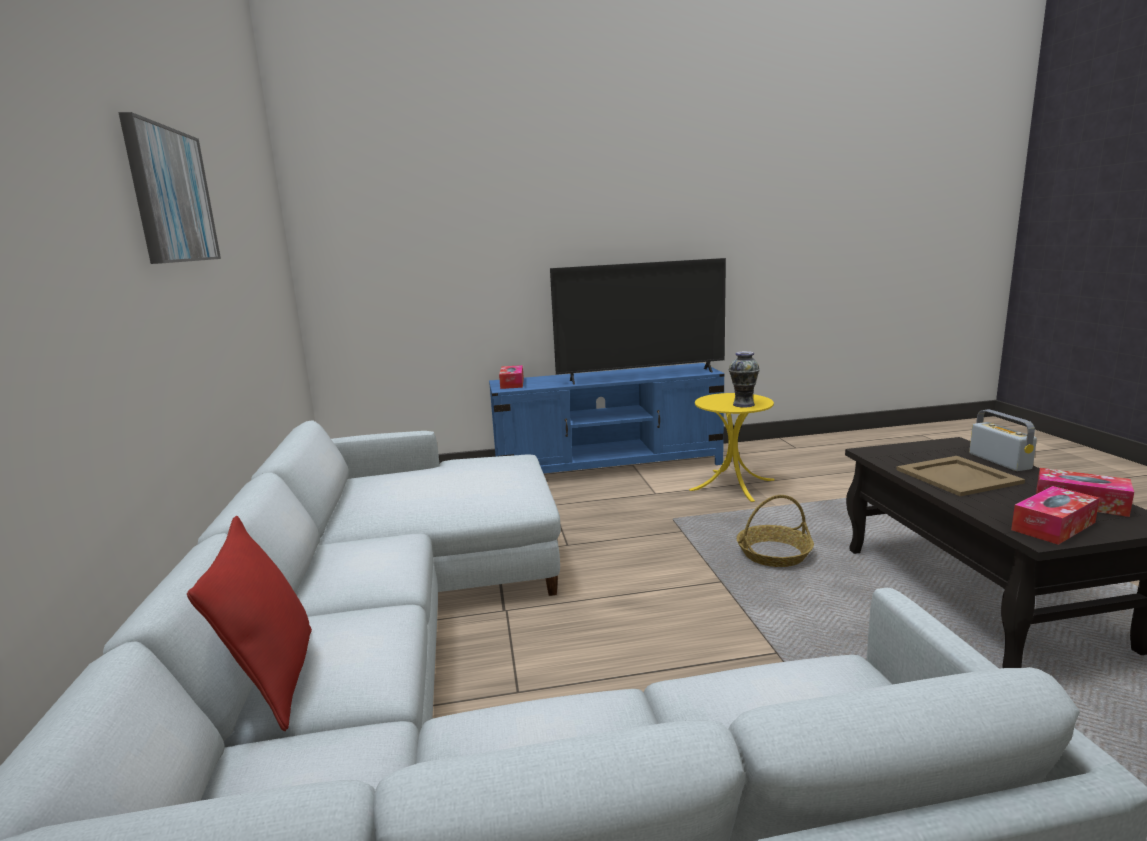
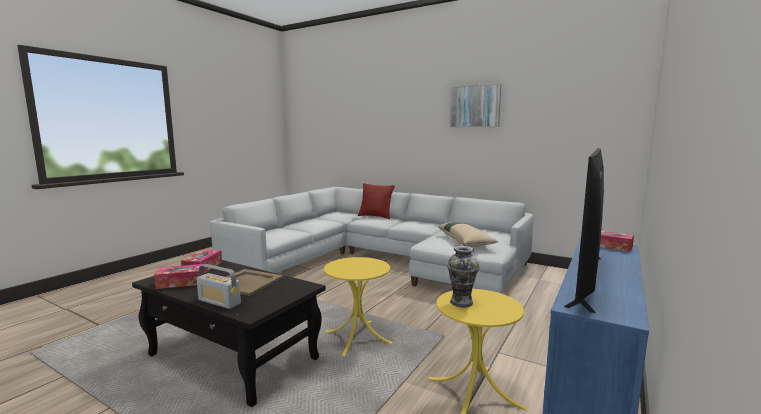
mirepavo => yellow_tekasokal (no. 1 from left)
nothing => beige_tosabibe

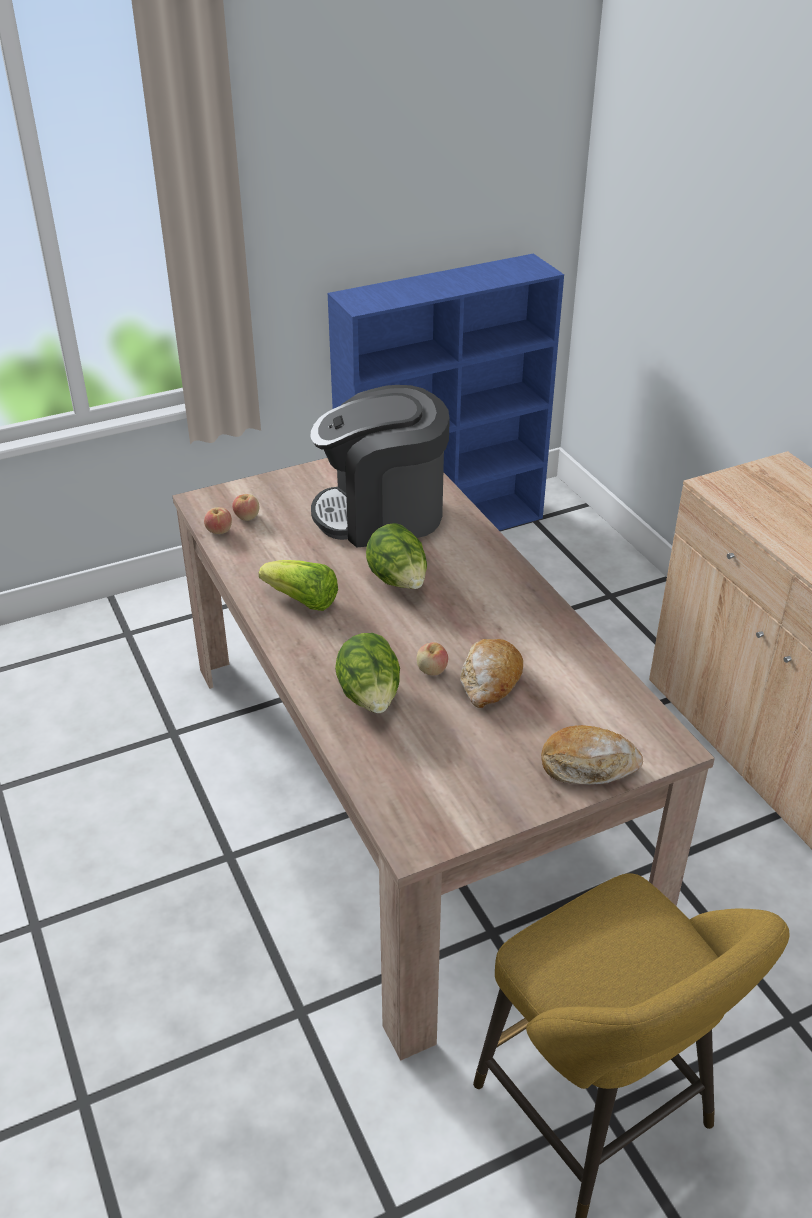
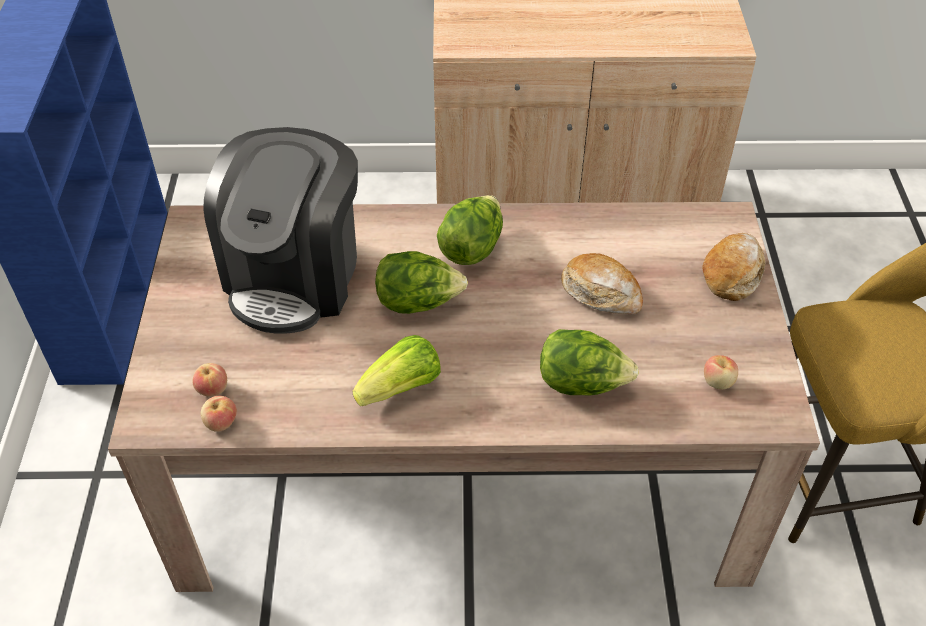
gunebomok (no. 3 from left), relocated
nothing => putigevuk (no. 3 from left)

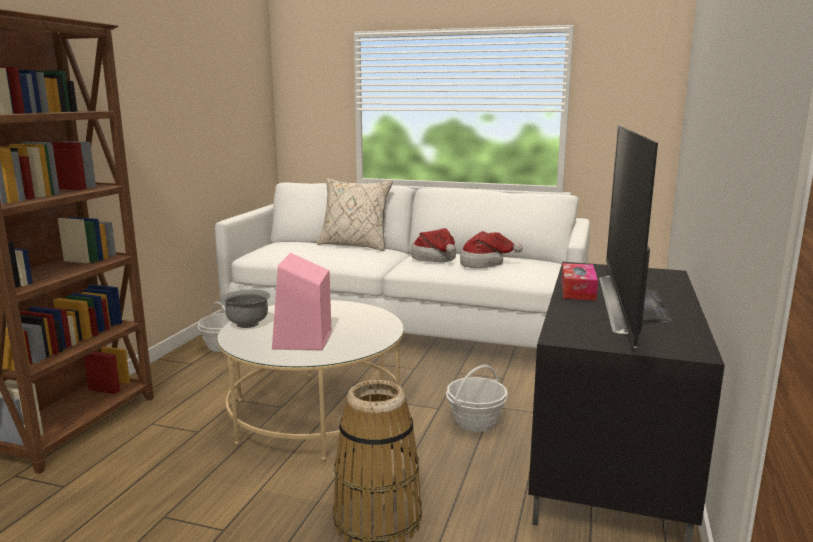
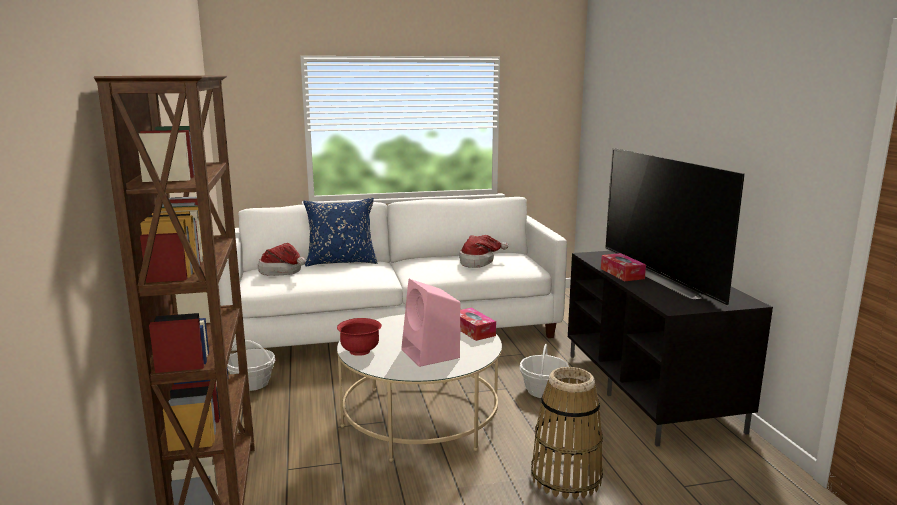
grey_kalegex => red_kalegex
beige_tosabibe => blue_tosabibe
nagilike (no. 1 from left), relocated
nothing => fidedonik (no. 1 from left)

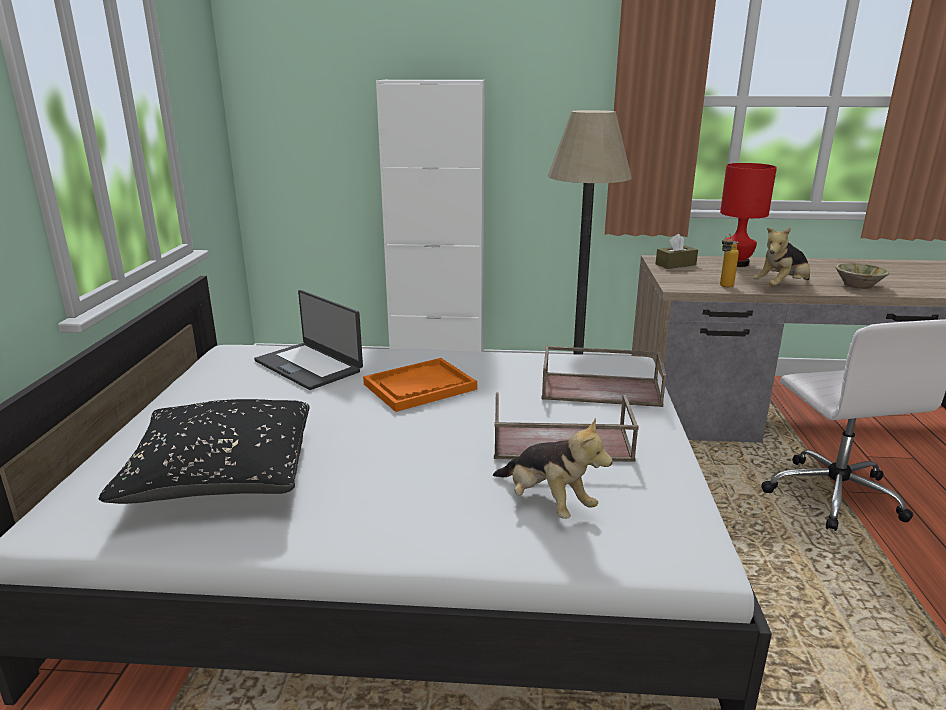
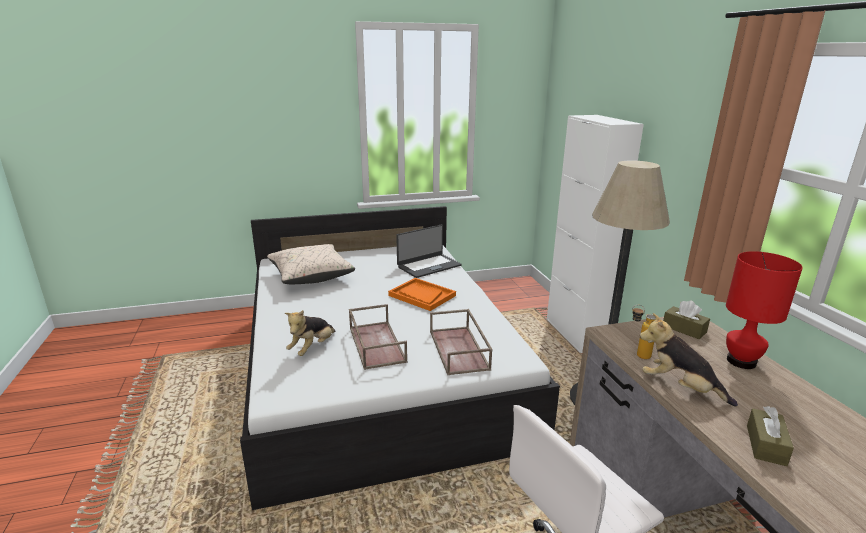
black_tosabibe => beige_tosabibe
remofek, 150 degrees counterclockwise
beige_kalegex => brown_fidedonik (no. 2 from left)

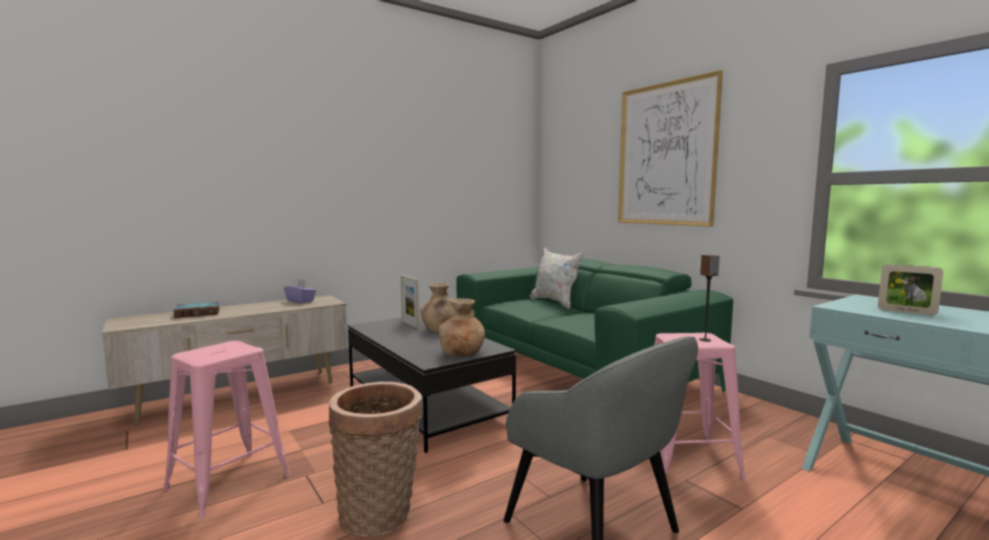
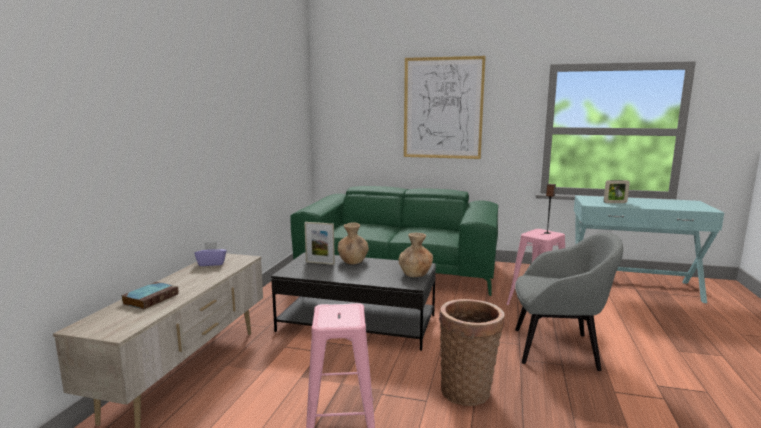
white_tosabibe => nothing

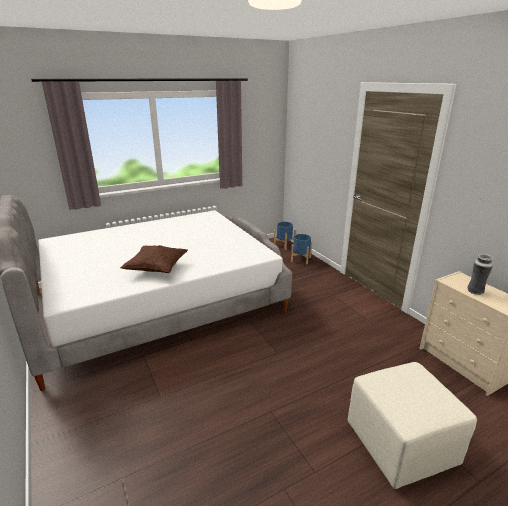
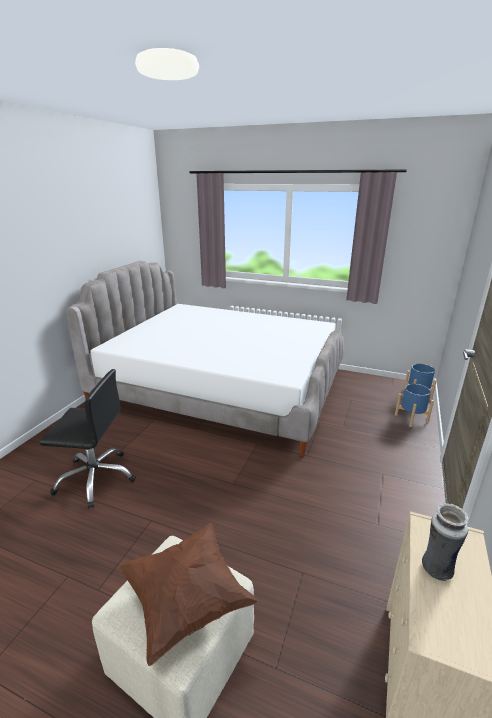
brown_tosabibe, relocated
nothing => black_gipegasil

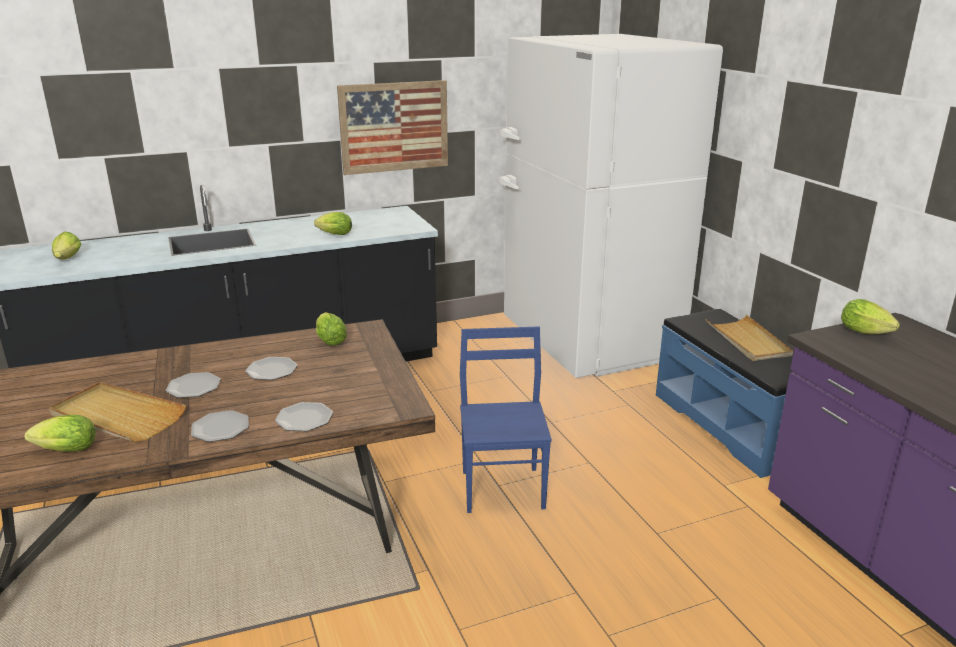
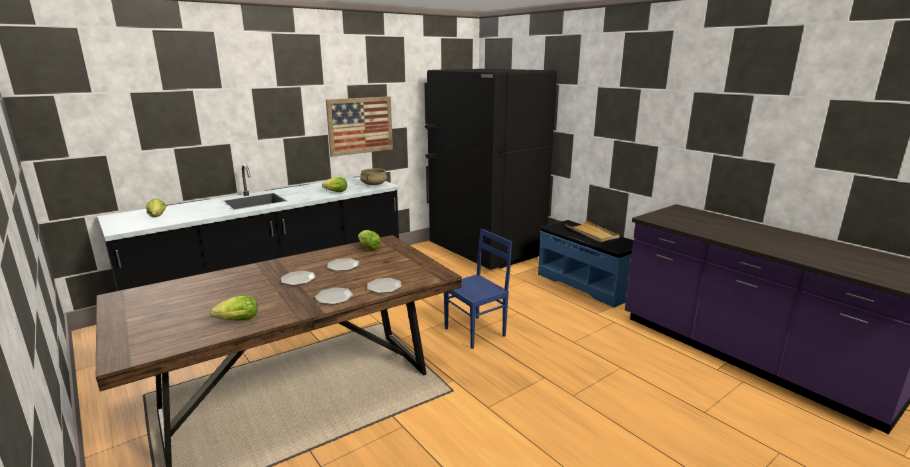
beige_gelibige (no. 1 from left) => nothing
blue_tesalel, 75 degrees clockwise
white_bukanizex => black_bukanizex
putigevuk (no. 5 from left) => nothing
nothing => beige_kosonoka

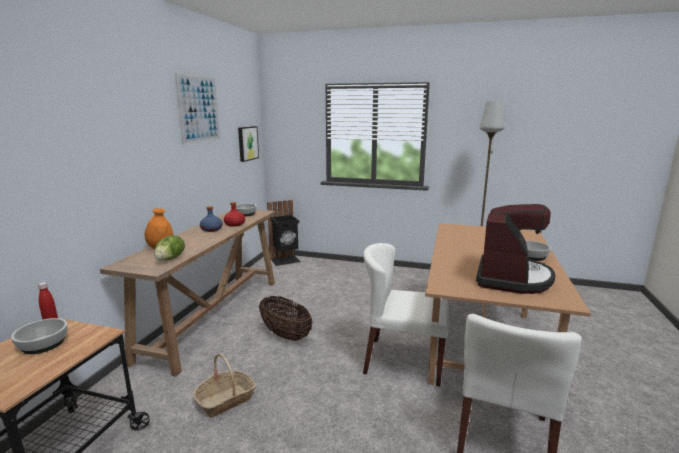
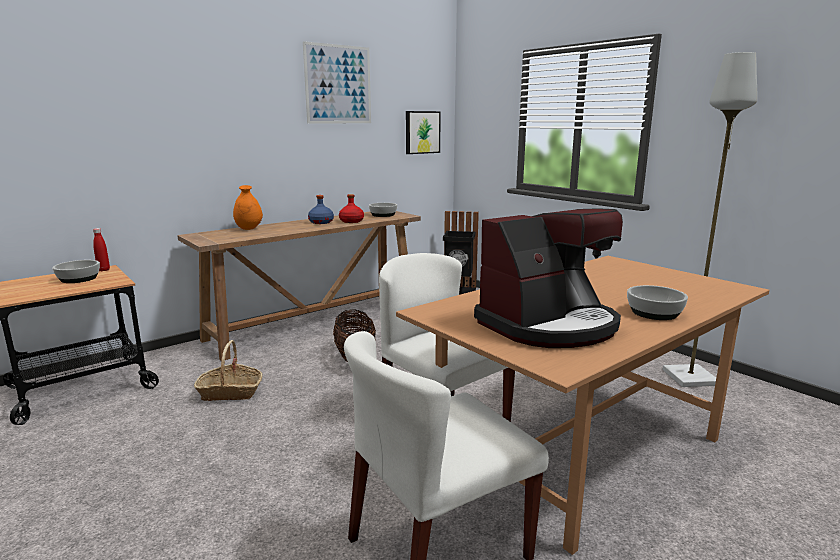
putigevuk => nothing

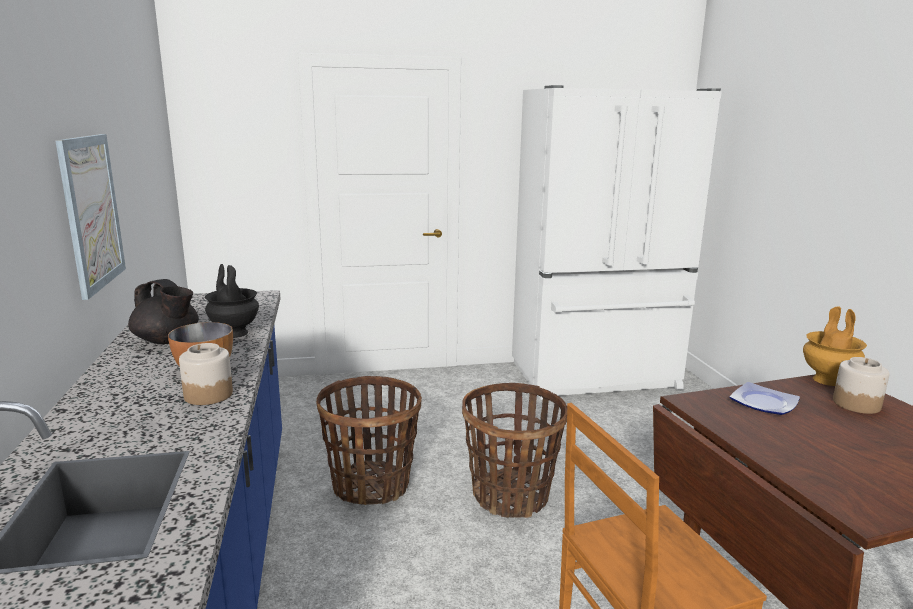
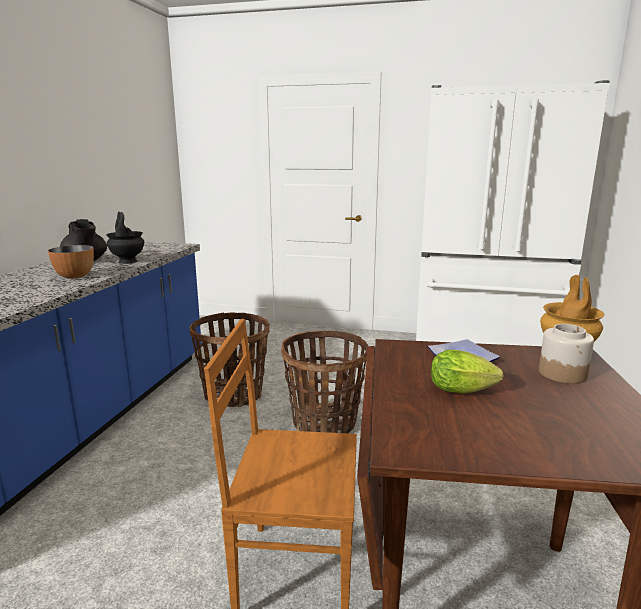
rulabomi => nothing
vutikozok (no. 1 from left) => nothing
nothing => putigevuk

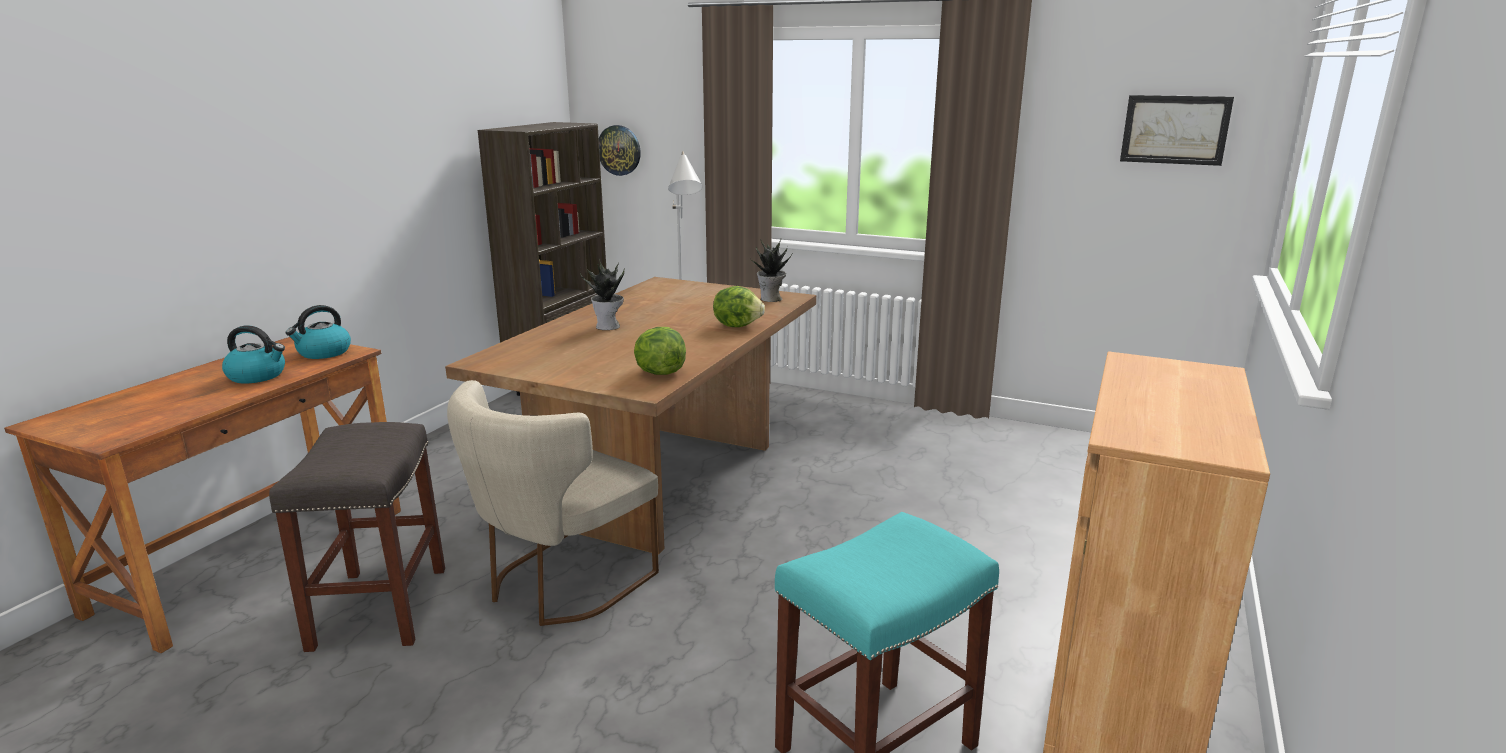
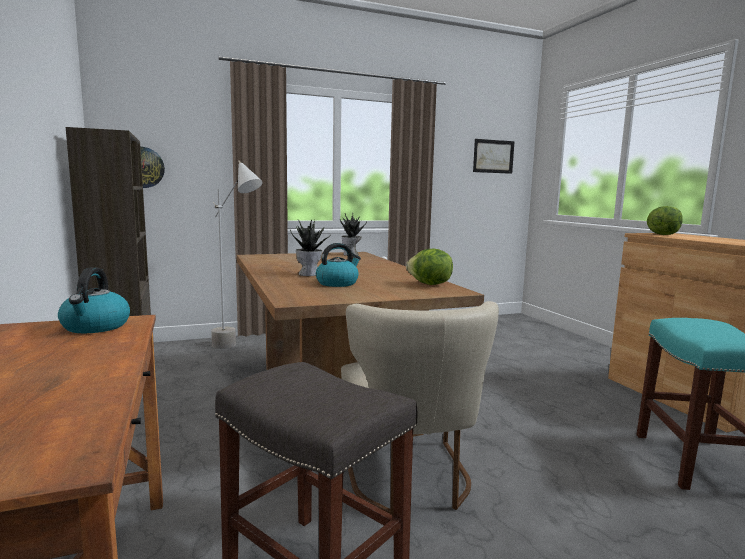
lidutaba (no. 1 from left in the first image) => lidutaba (no. 2 from left), relocated
putigevuk (no. 2 from left), relocated

